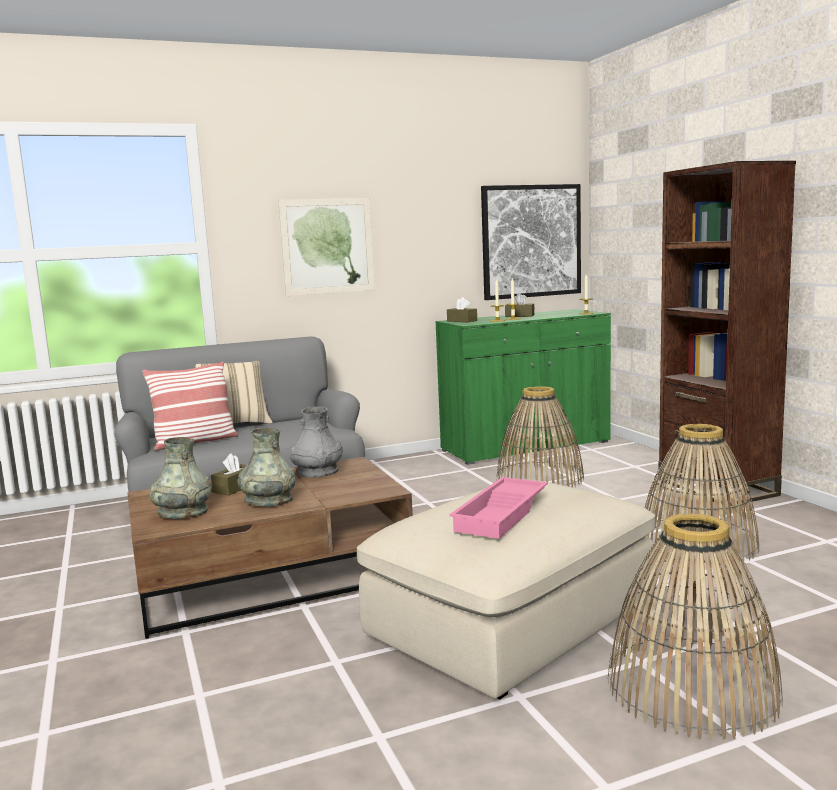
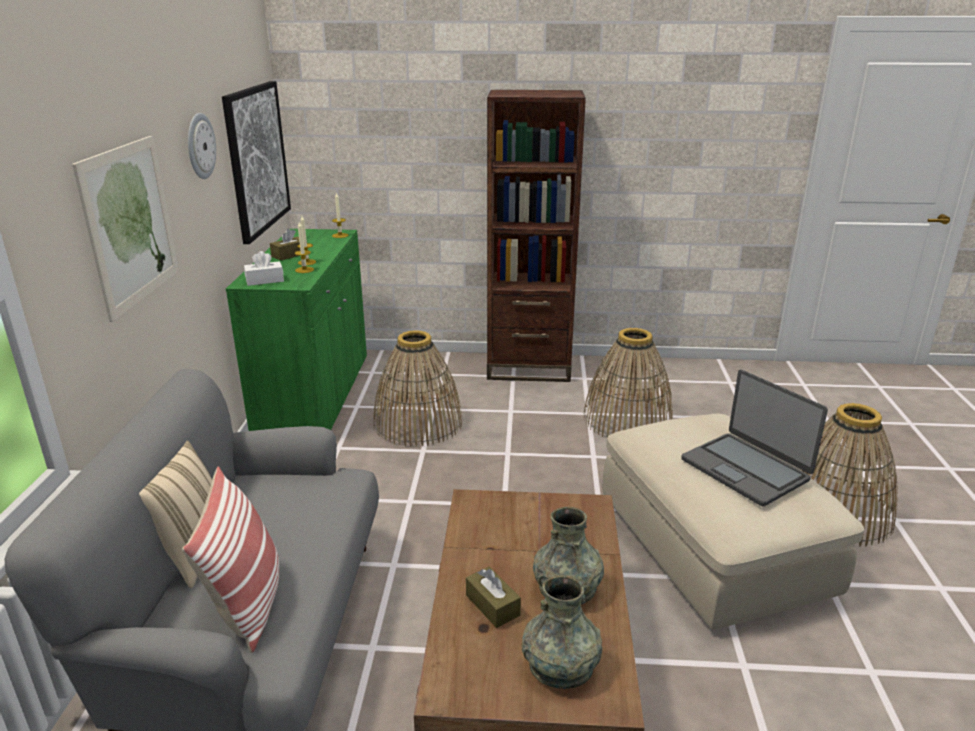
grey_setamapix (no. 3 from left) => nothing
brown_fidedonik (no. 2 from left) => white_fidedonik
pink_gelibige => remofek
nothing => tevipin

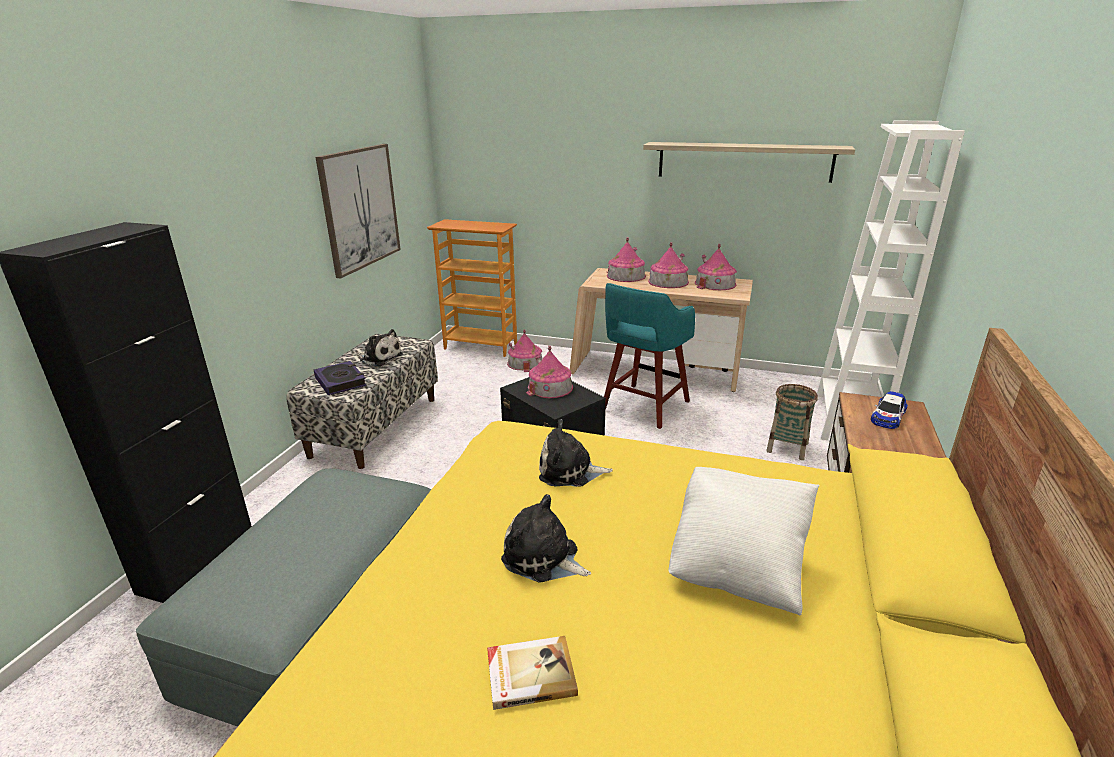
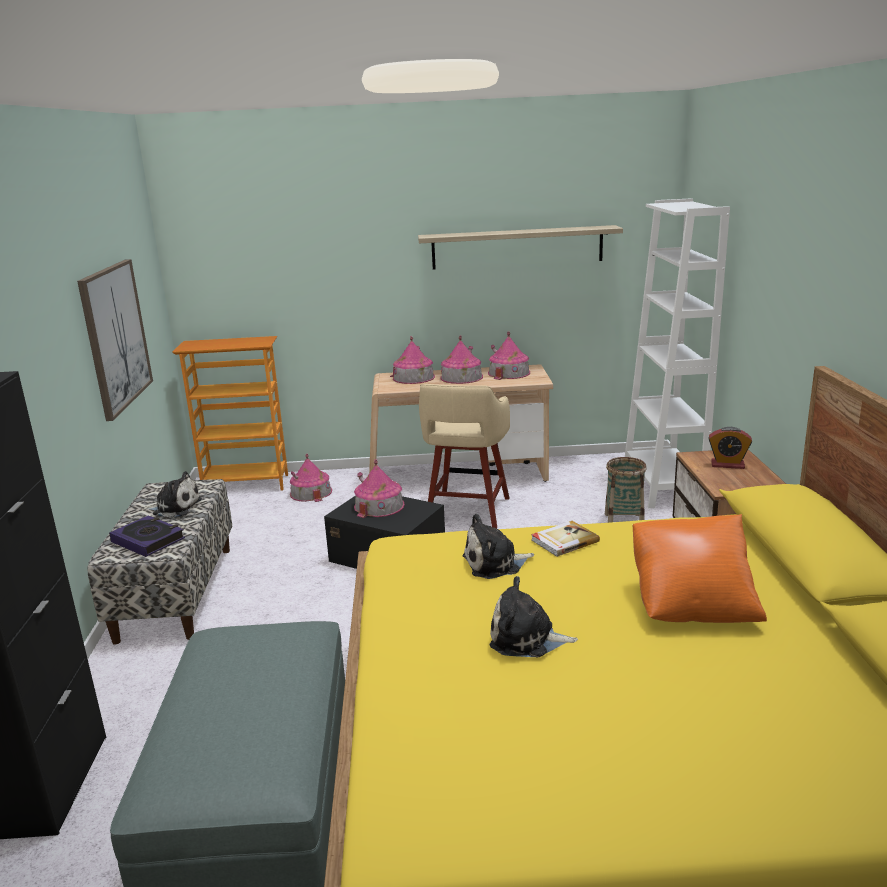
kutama (no. 2 from left), relocated
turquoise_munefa => beige_munefa
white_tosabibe => orange_tosabibe
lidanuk => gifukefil

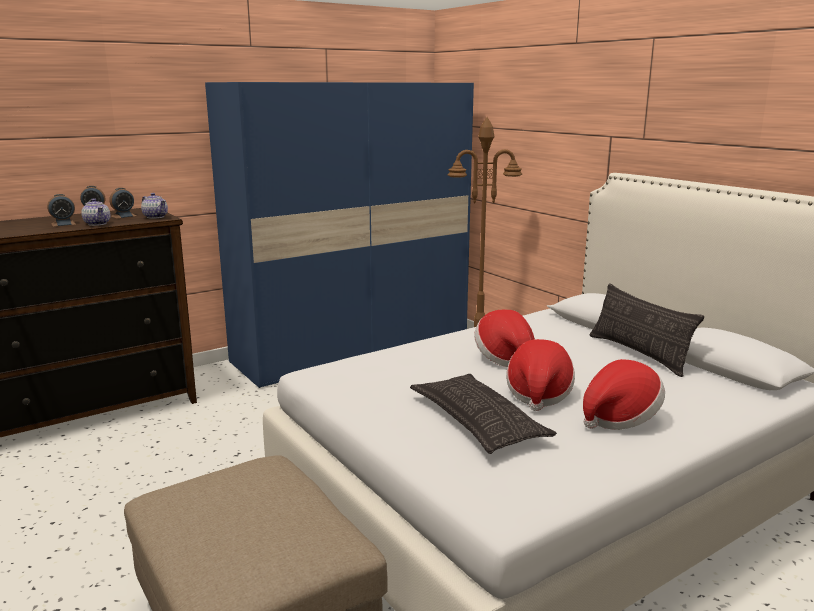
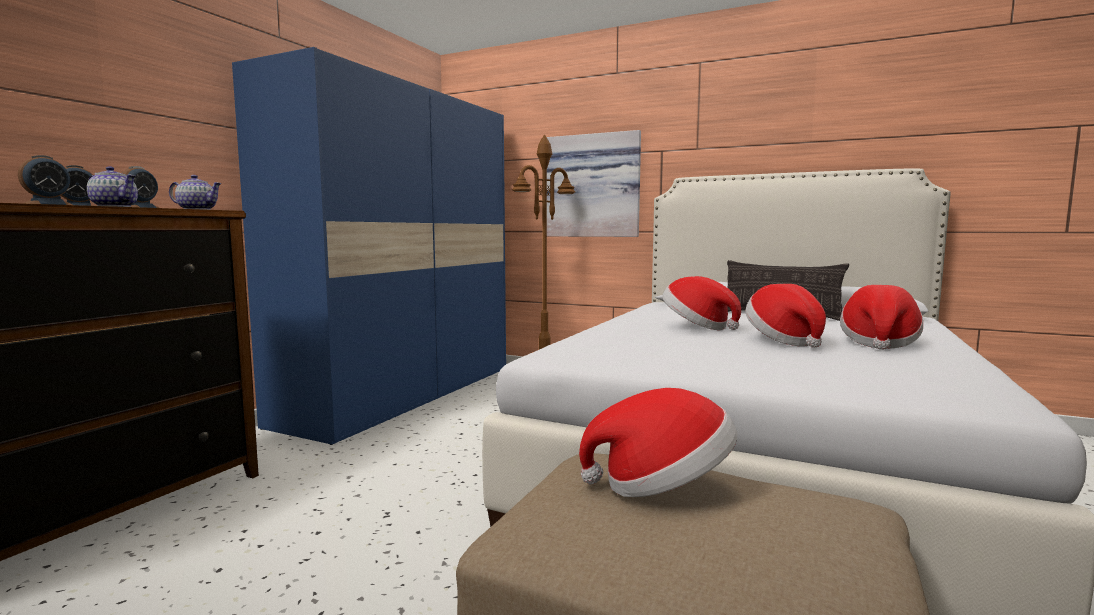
tosabibe (no. 1 from left) => nothing
nothing => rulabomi
nothing => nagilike (no. 1 from left)

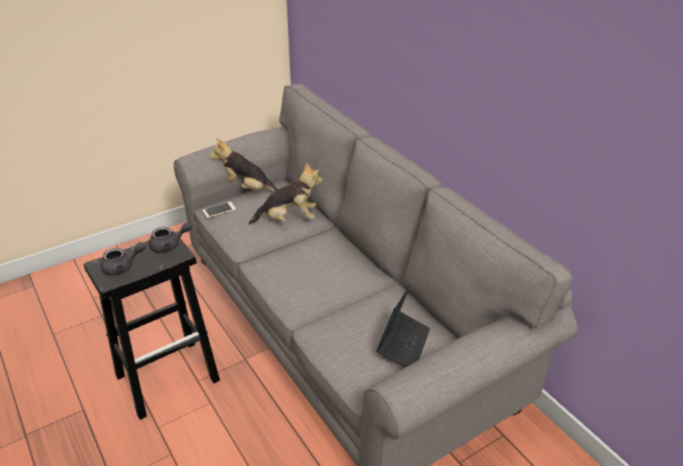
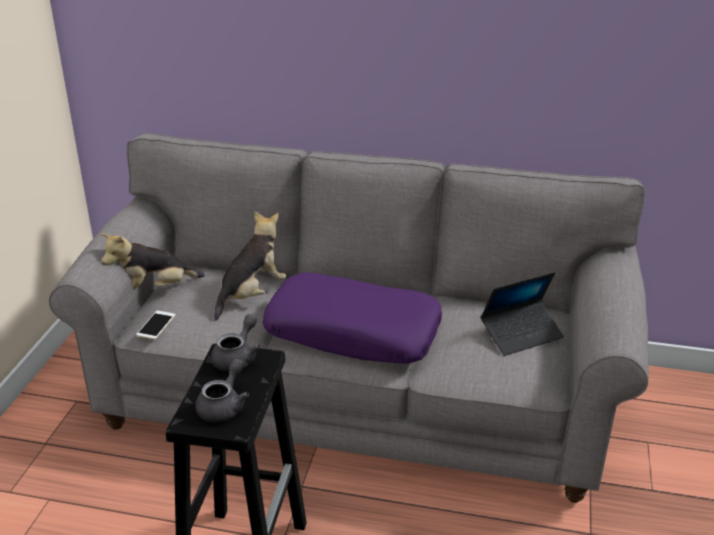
remofek, 90 degrees clockwise
nothing => purple_tosabibe

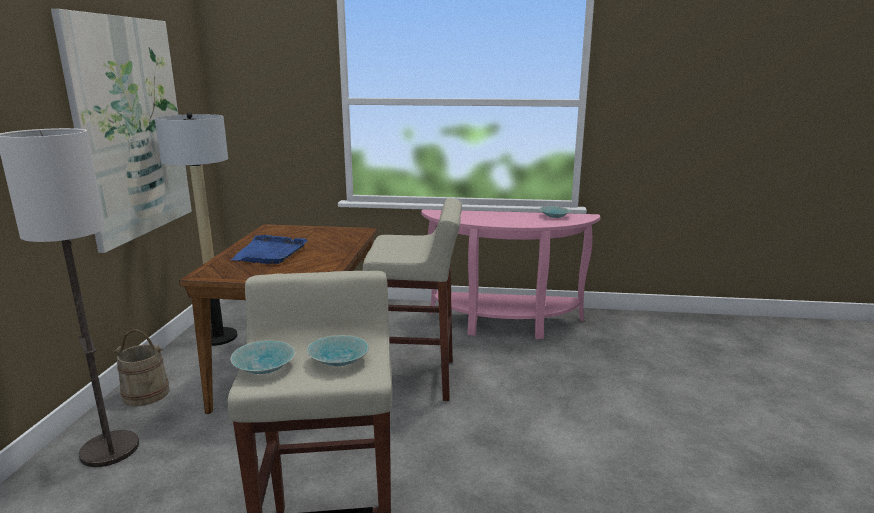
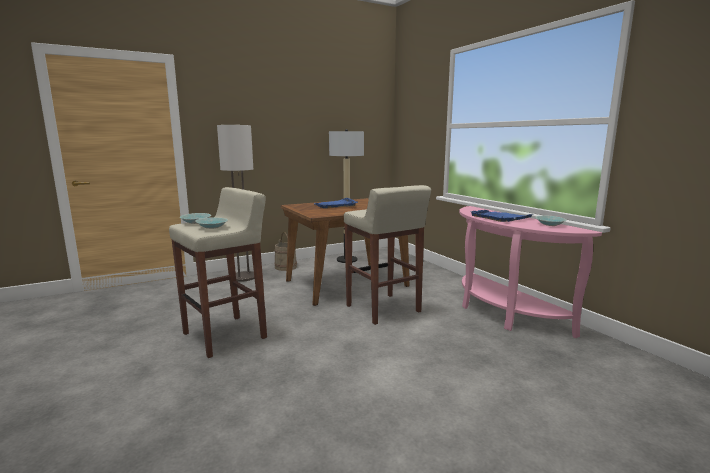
rulabomi => nothing
nothing => blue_gelibige (no. 2 from left)

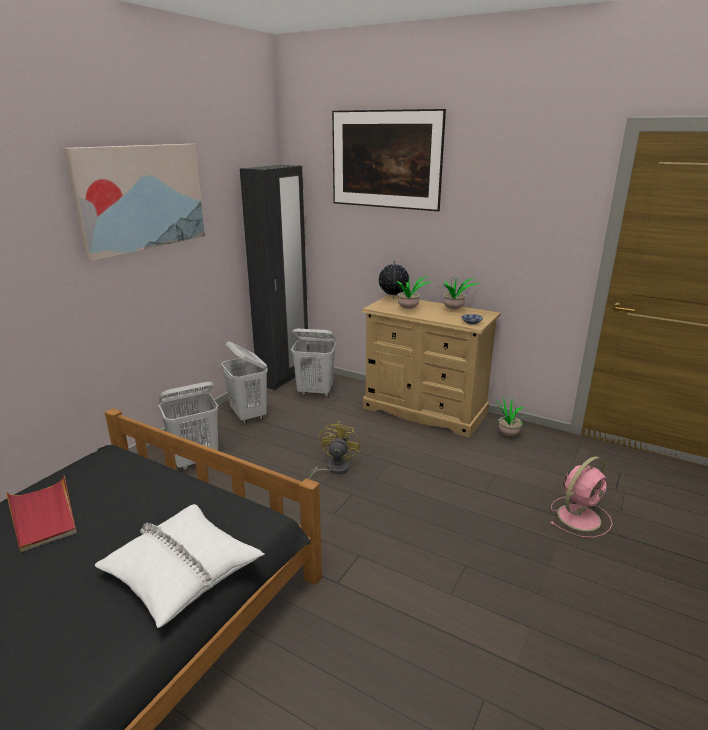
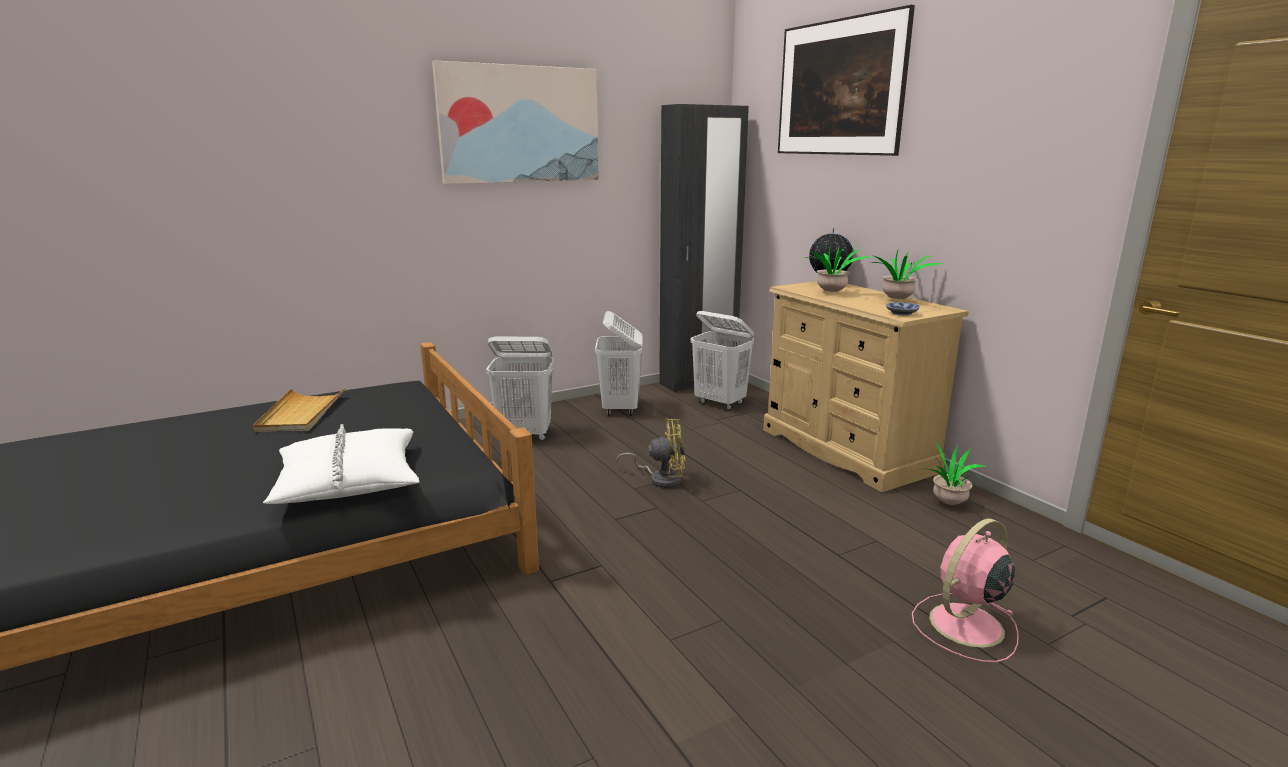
red_gelibige => beige_gelibige
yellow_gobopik, 45 degrees clockwise
pink_gobopik, 150 degrees clockwise

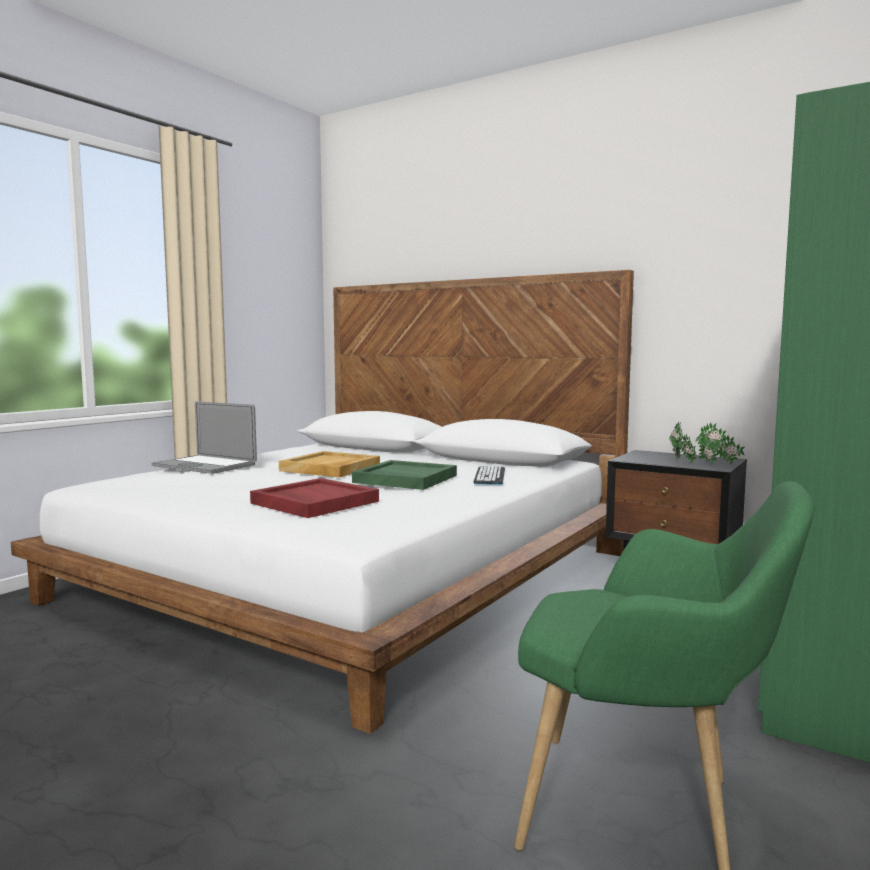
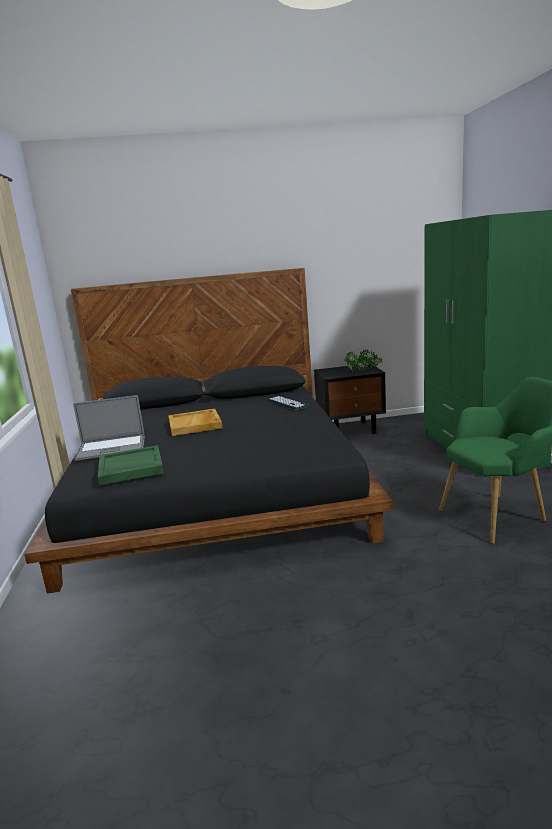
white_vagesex => black_vagesex
red_gelibige => nothing
green_gelibige, relocated

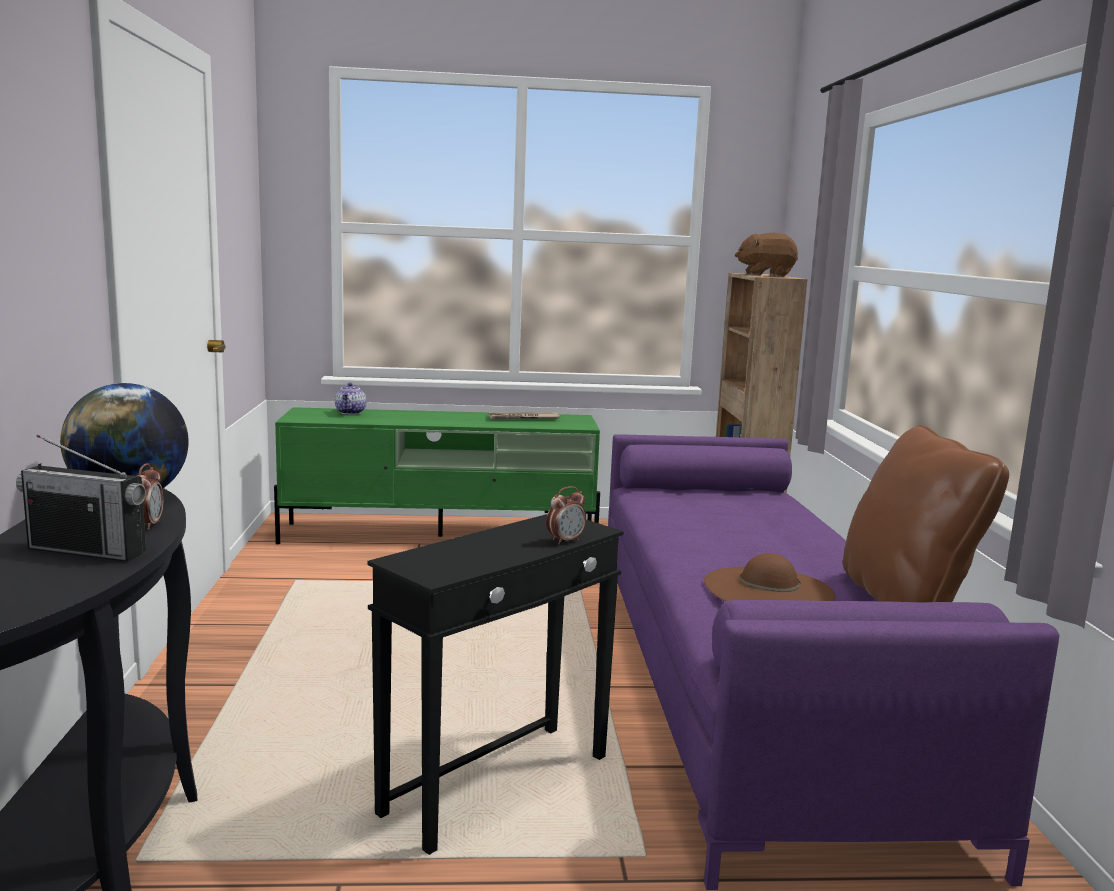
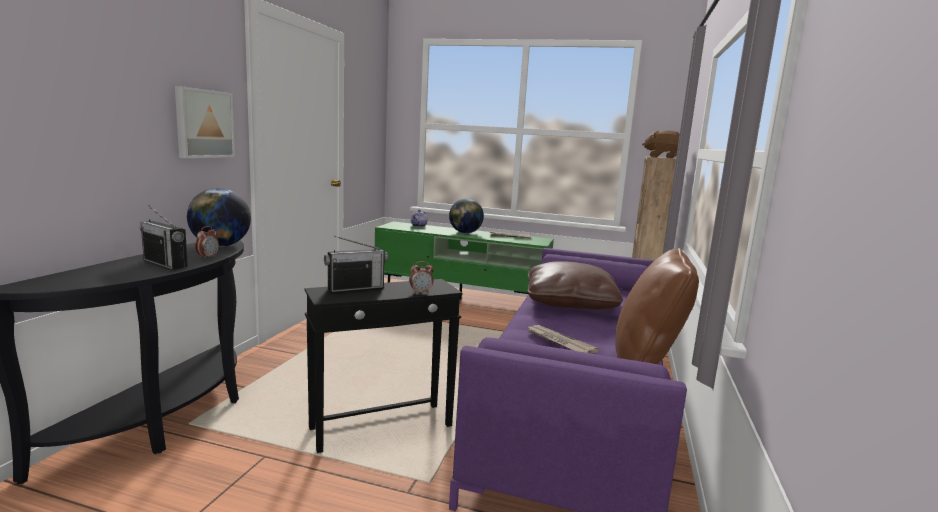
brown_nagilike => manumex (no. 2 from left)
nothing => rulabomi
nothing => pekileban (no. 2 from left)
nothing => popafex (no. 2 from left)
nothing => brown_tosabibe (no. 1 from left)

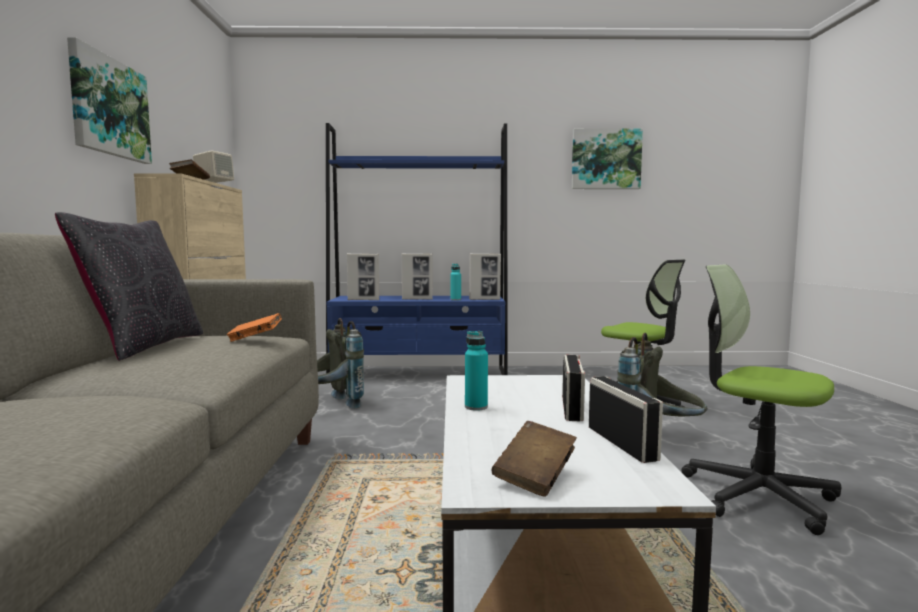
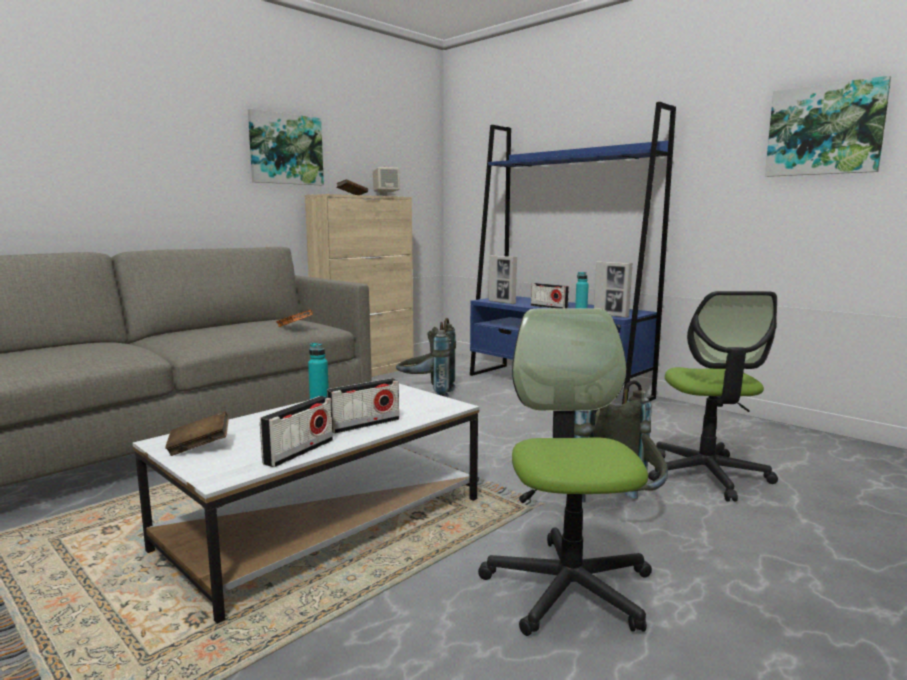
black_tosabibe => nothing
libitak (no. 2 from left) => pekileban (no. 3 from left)

